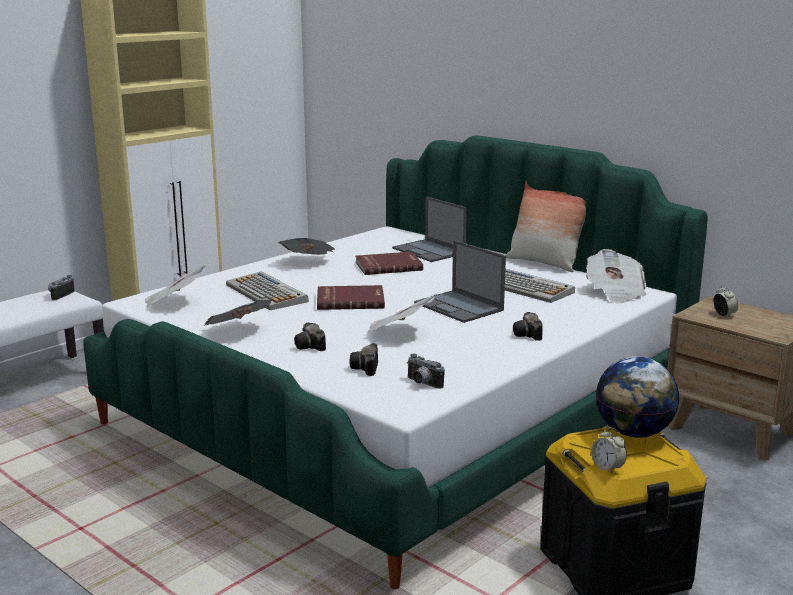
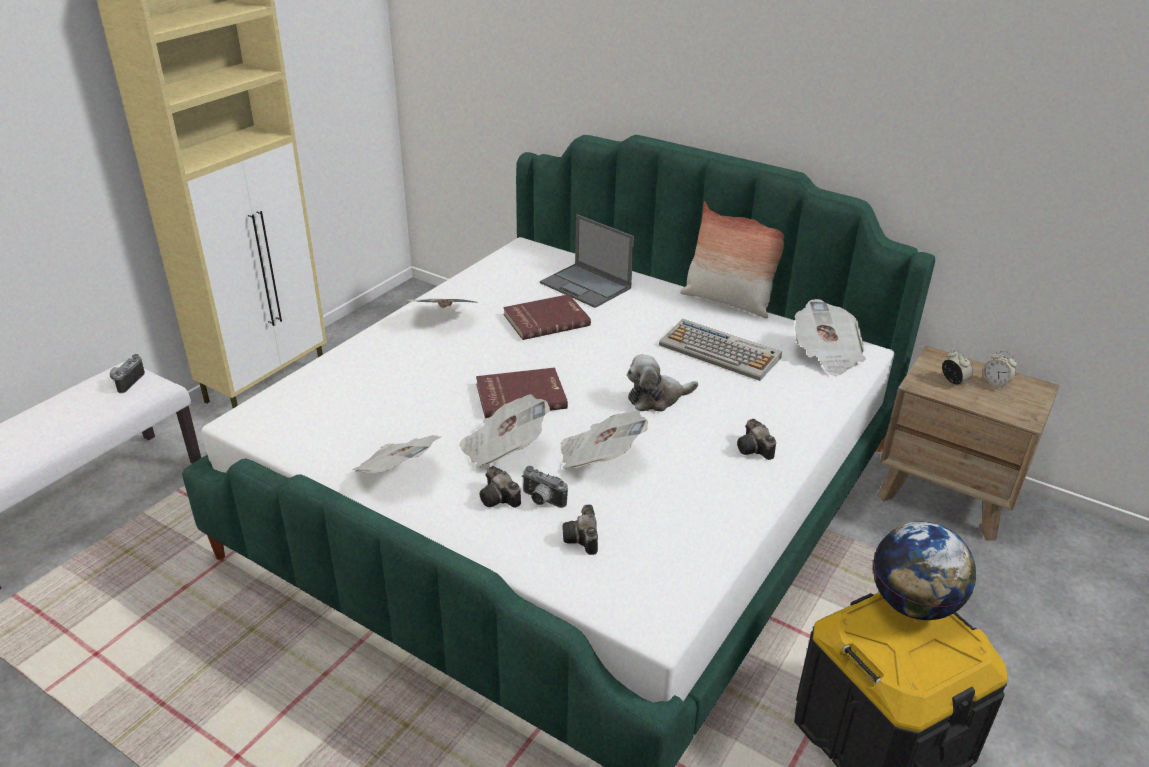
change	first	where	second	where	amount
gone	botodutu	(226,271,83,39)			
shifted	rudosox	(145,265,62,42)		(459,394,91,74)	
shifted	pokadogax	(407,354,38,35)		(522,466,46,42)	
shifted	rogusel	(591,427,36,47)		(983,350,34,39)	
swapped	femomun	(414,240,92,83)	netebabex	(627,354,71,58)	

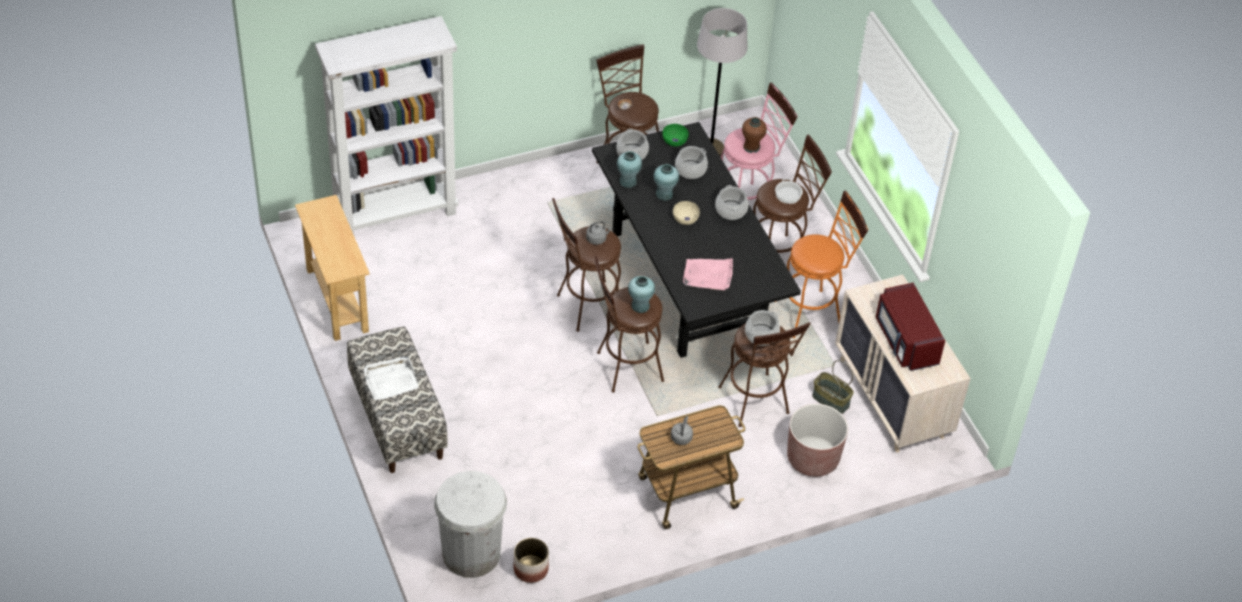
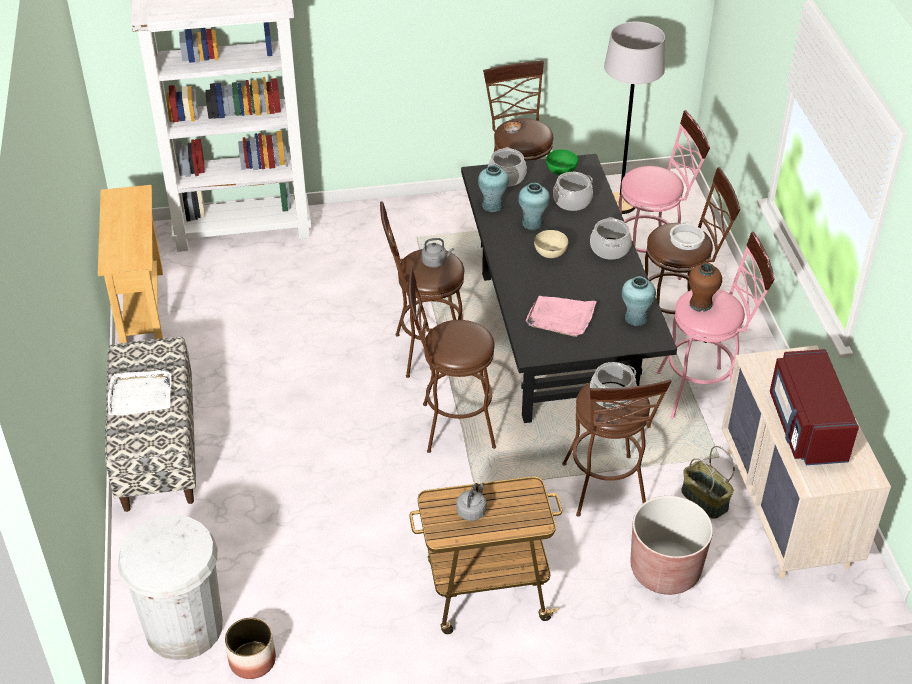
change	first	where	second	where	amount
shifted	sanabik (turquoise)	(628,276,27,37)		(622,276,34,50)	
shifted	sanabik (brown)	(742,117,25,36)		(689,263,33,49)	
repainted	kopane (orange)	(775,190,93,148)	kopane (pink)	(657,232,118,186)	

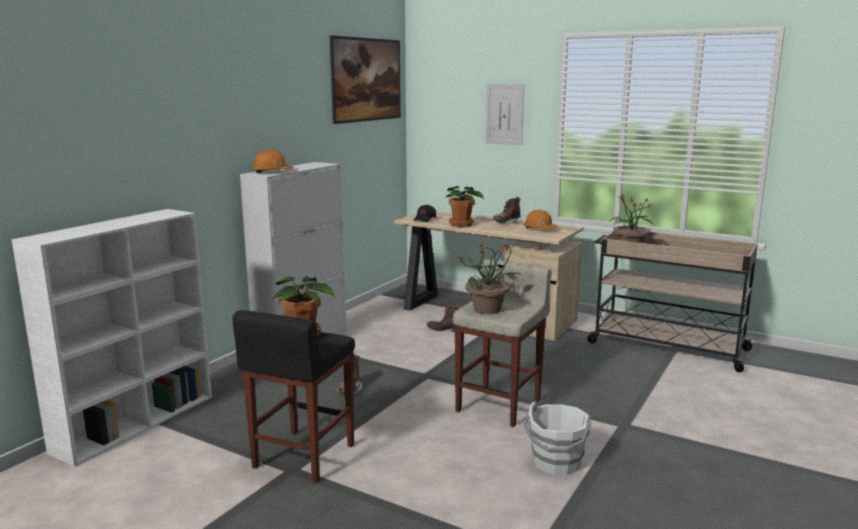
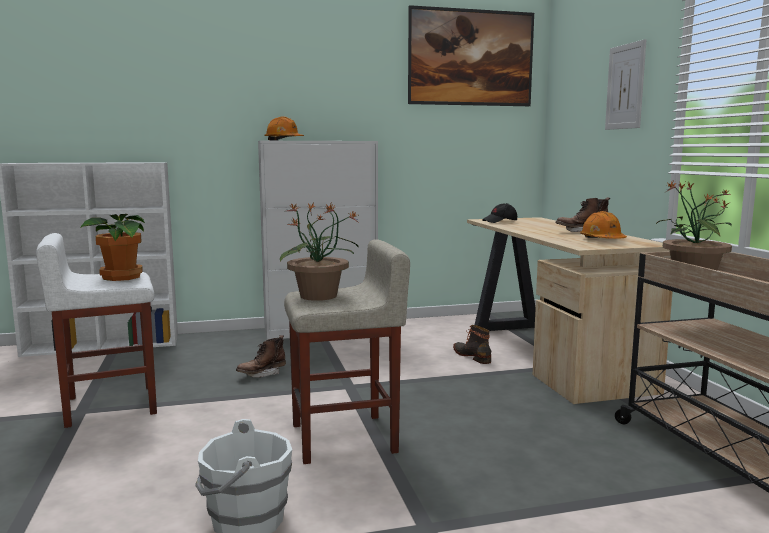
change	first	where	second	where	amount
gone	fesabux	(445,186,39,41)			
repainted	kopane (black)	(232,310,123,173)	kopane (white)	(36,233,121,195)	

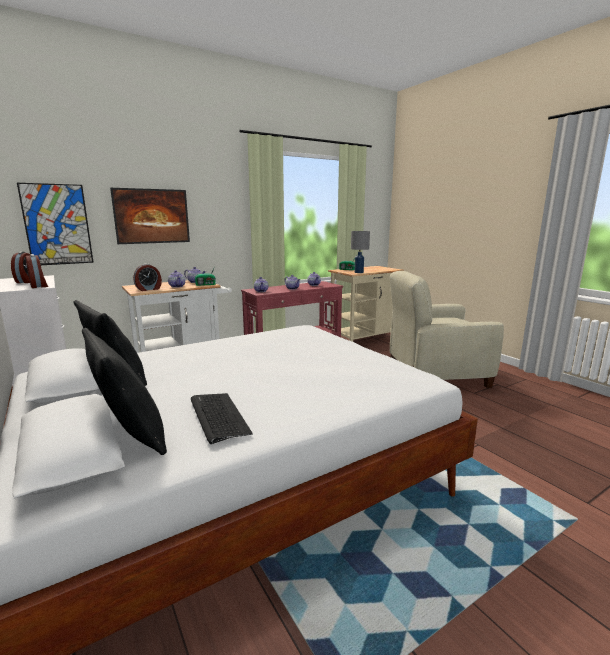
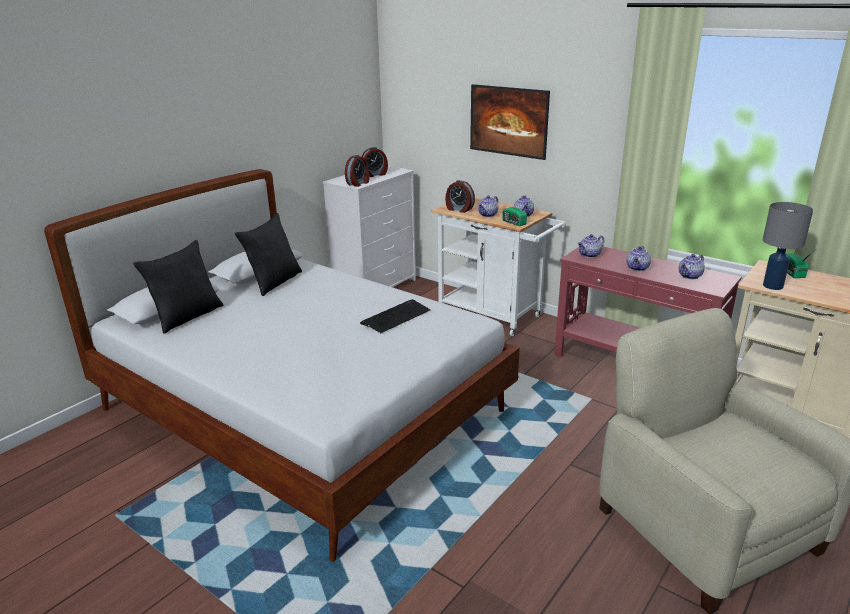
change	first	where	second	where	amount
gone	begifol	(17,183,77,82)			
shifted	botodutu	(191,393,62,51)		(360,299,70,34)	

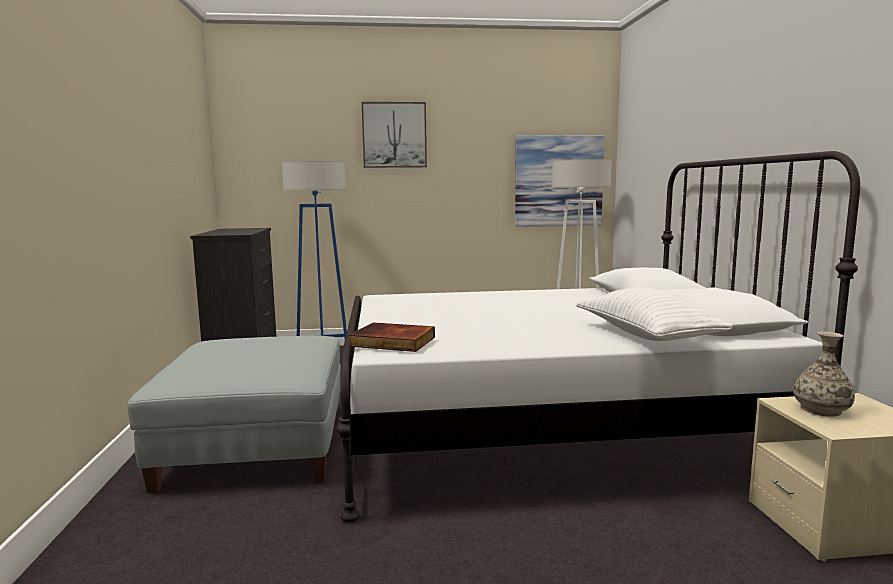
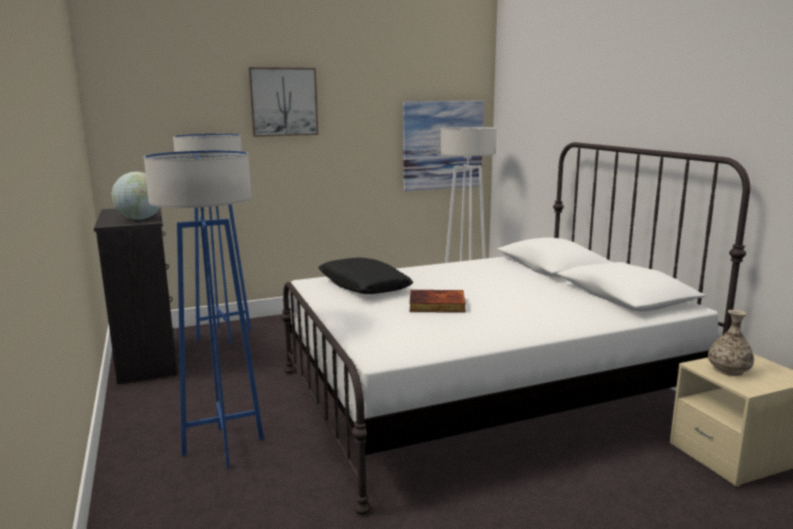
change	first	where	second	where	amount
gone	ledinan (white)	(576,288,157,53)			
new			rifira	(112,172,48,48)	
new			ledinan (black)	(318,258,95,36)	
shifted	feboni	(349,322,86,30)		(409,290,57,23)	
swapped	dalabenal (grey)	(127,335,214,158)	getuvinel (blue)	(144,151,120,317)	

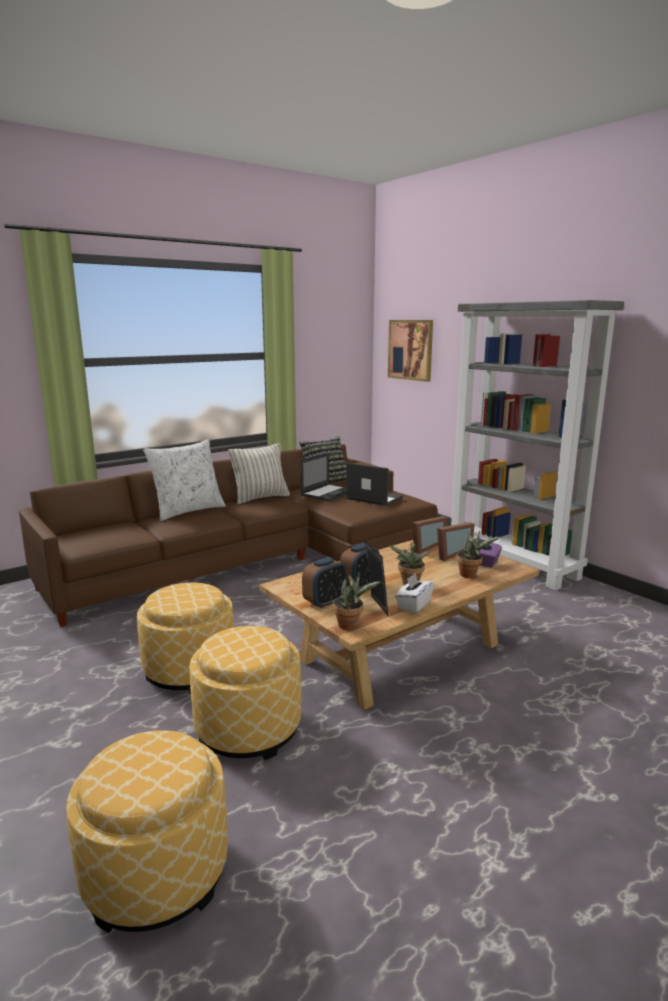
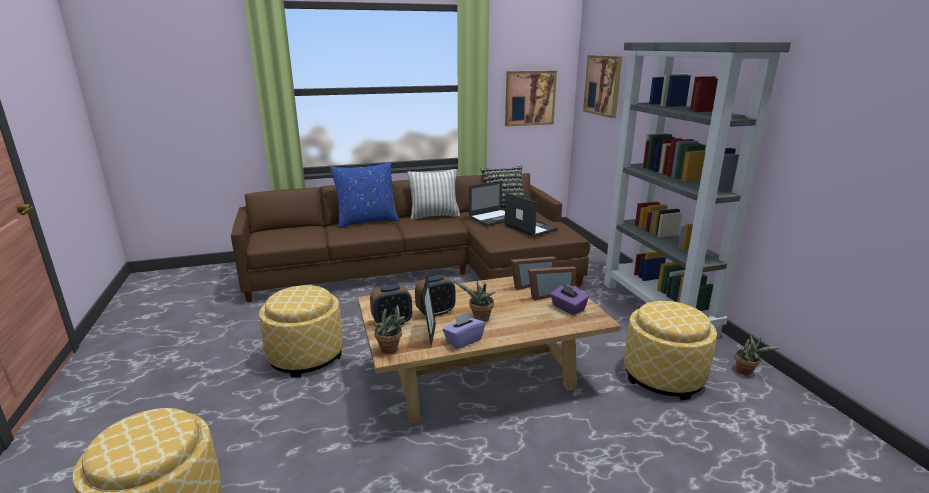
change	first	where	second	where	amount
new			begifol	(505,71,52,56)	
shifted	dalabenal	(189,626,112,134)		(624,301,93,99)	
shifted	fesabux	(456,530,44,48)		(735,335,45,40)	
repainted	ledinan (white)	(143,439,83,82)	ledinan (blue)	(330,162,70,66)	
repainted	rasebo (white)	(395,573,39,40)	rasebo (purple)	(442,312,43,37)	

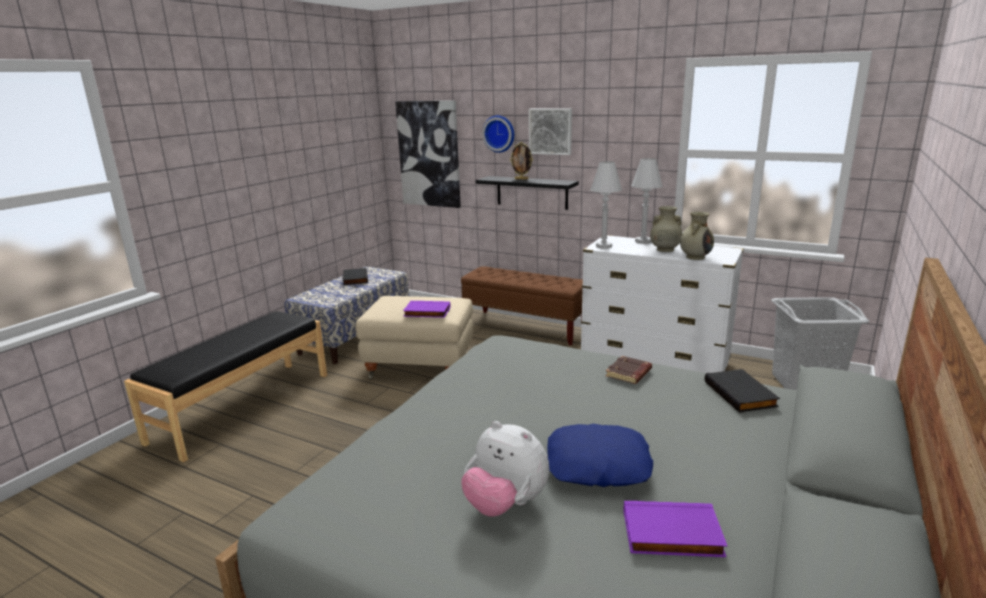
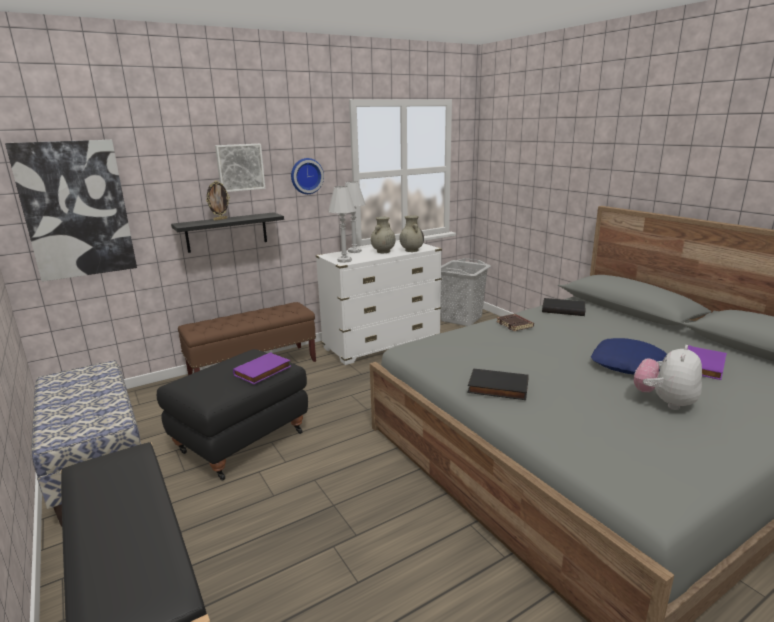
change	first	where	second	where	amount
shifted	feboni (black)	(343,268,25,17)		(467,368,62,32)	
shifted	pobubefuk	(482,115,32,38)		(291,158,33,36)	
repainted	dalabenal (beige)	(355,296,118,83)	dalabenal (black)	(157,349,151,132)	
rotated	netebabex	(461,421,88,96)		(634,345,68,65)	150 degrees clockwise

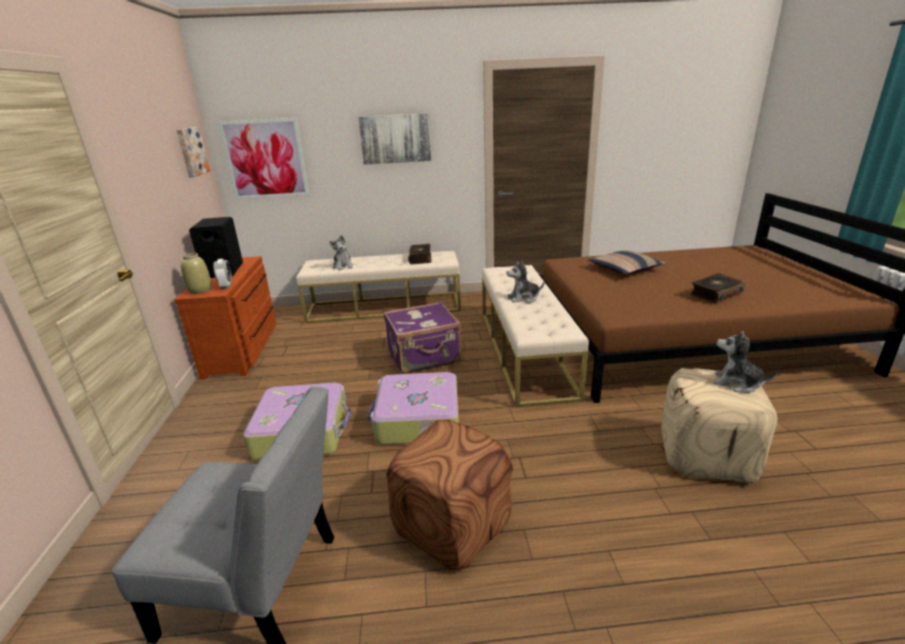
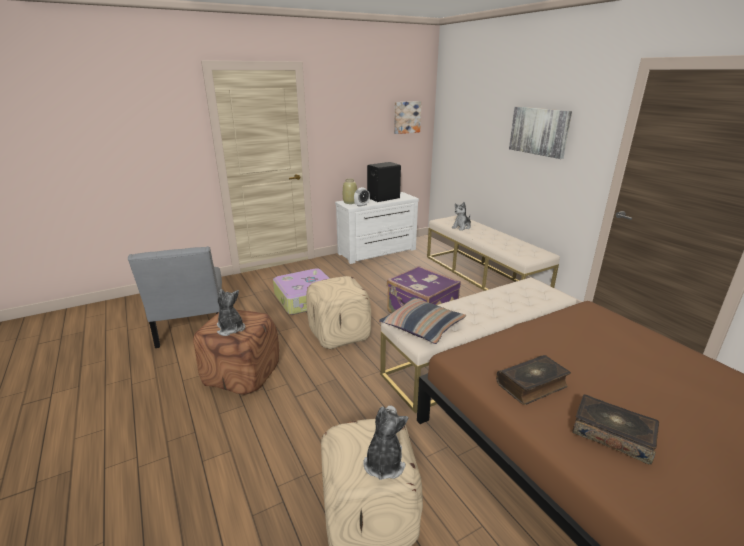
change	first	where	second	where	amount
gone	begifol	(218,118,91,82)			
shifted	feboni	(408,244,23,20)		(496,355,75,50)	
shifted	netebabex	(507,261,38,42)		(217,289,28,47)	
shifted	ledinan	(588,250,78,24)		(379,297,87,47)	
swapped	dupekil	(367,372,92,73)	dalabenal (beige)	(306,276,65,73)	
repainted	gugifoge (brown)	(174,256,103,124)	gugifoge (white)	(335,192,84,72)	

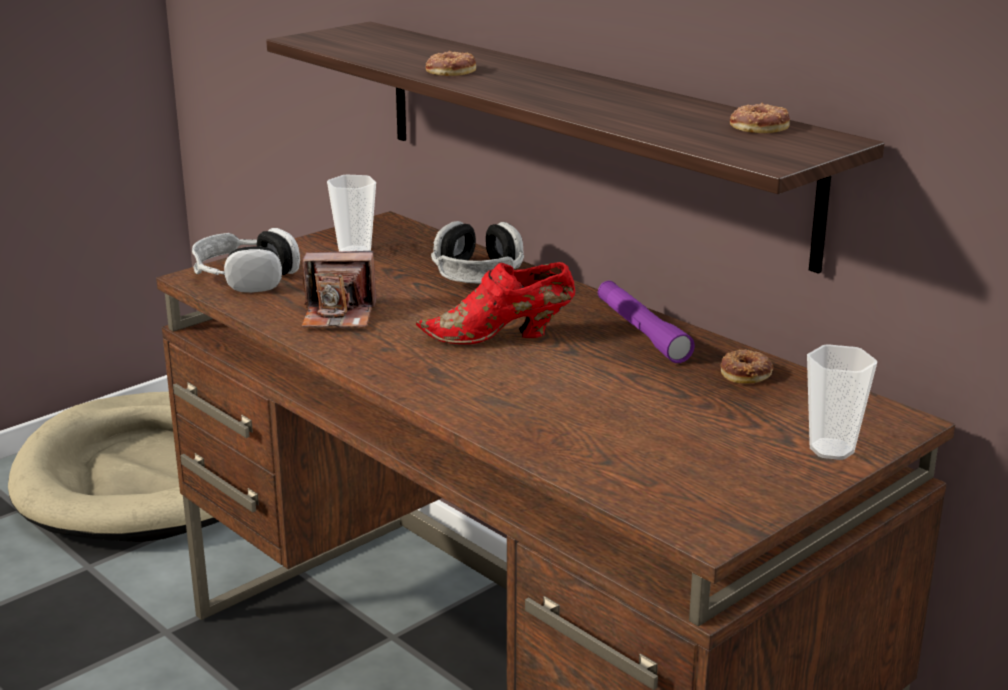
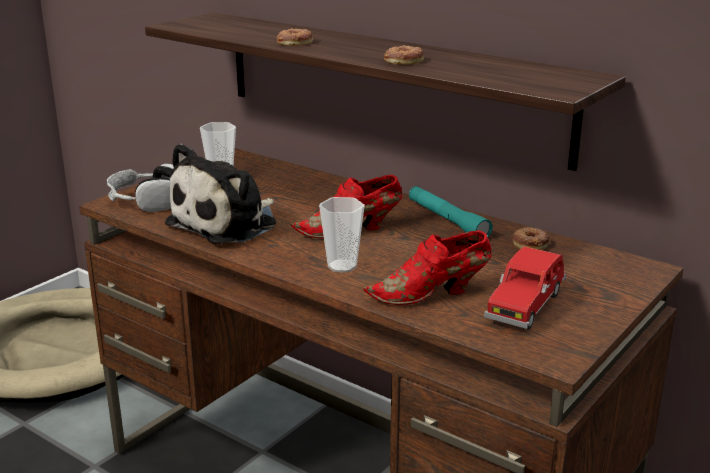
change	first	where	second	where	amount
gone	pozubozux	(431,221,93,63)			
new			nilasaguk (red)	(363,230,128,75)	
new			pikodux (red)	(484,247,82,83)	
shifted	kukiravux	(730,103,60,30)		(384,45,40,20)	
shifted	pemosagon	(807,344,70,116)		(319,197,46,76)	
swapped	pokadogax	(301,251,75,77)	netebabex	(165,143,111,101)	
repainted	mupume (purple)	(598,281,97,82)	mupume (turquoise)	(409,186,84,51)	

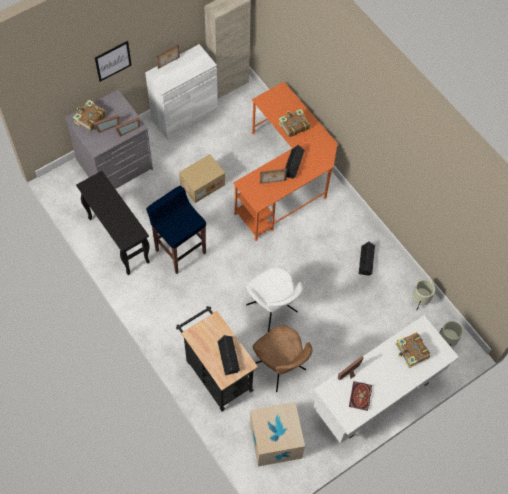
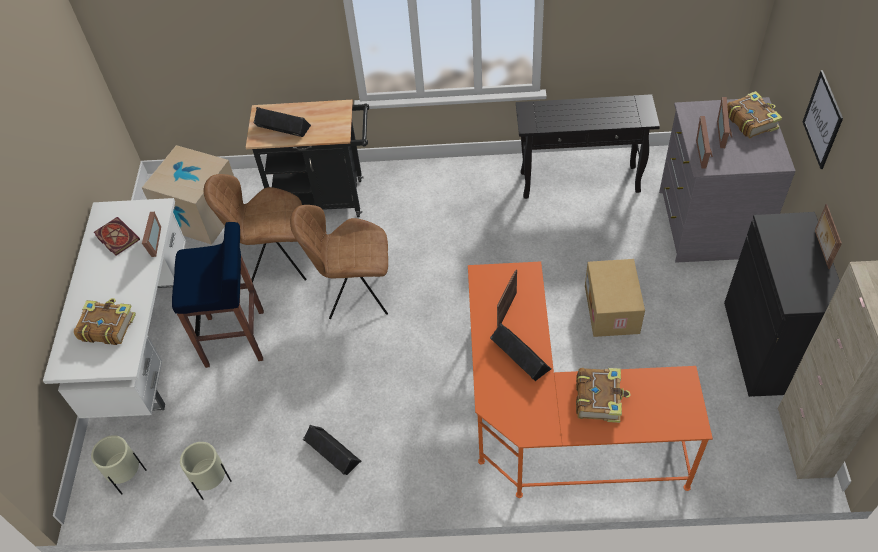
change	first	where	second	where	amount
shifted	kopane (blue)	(146,186,60,88)		(172,222,92,146)	
repainted	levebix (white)	(145,44,73,96)	levebix (black)	(724,212,116,185)	
repainted	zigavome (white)	(246,266,57,66)	zigavome (brown)	(290,205,98,114)	

